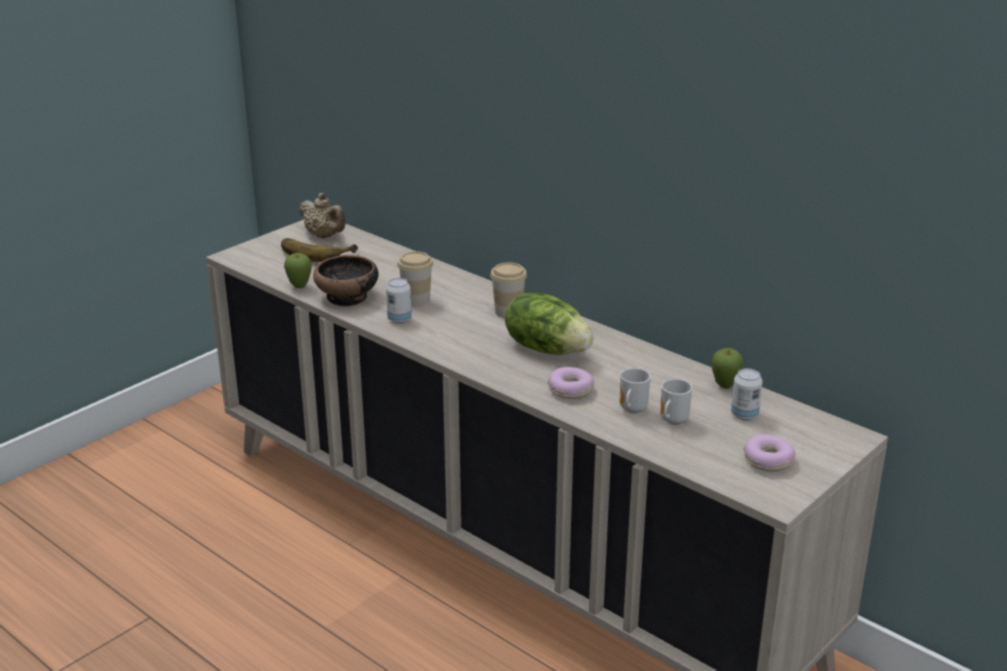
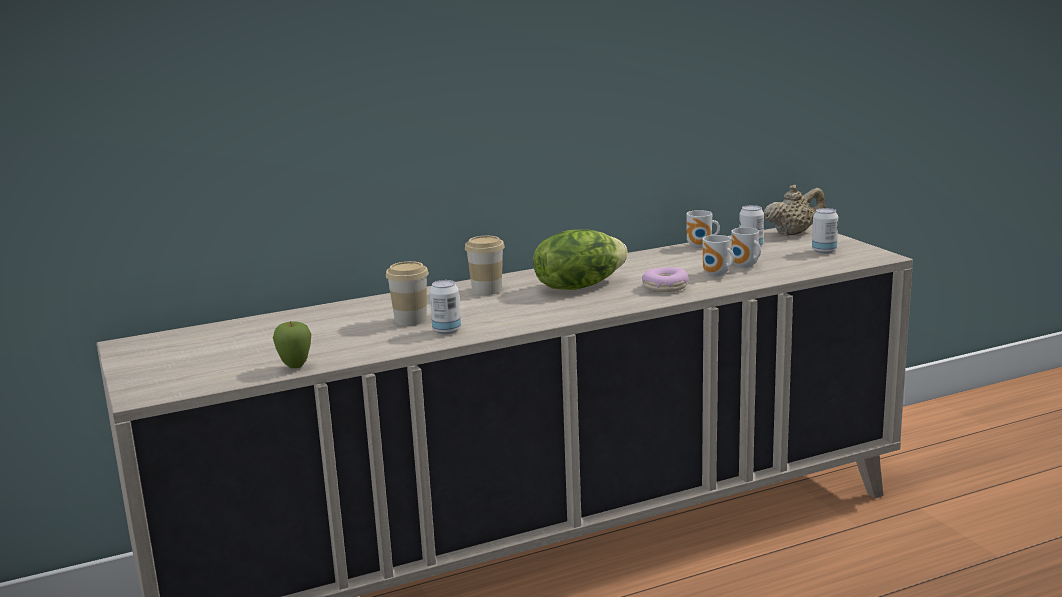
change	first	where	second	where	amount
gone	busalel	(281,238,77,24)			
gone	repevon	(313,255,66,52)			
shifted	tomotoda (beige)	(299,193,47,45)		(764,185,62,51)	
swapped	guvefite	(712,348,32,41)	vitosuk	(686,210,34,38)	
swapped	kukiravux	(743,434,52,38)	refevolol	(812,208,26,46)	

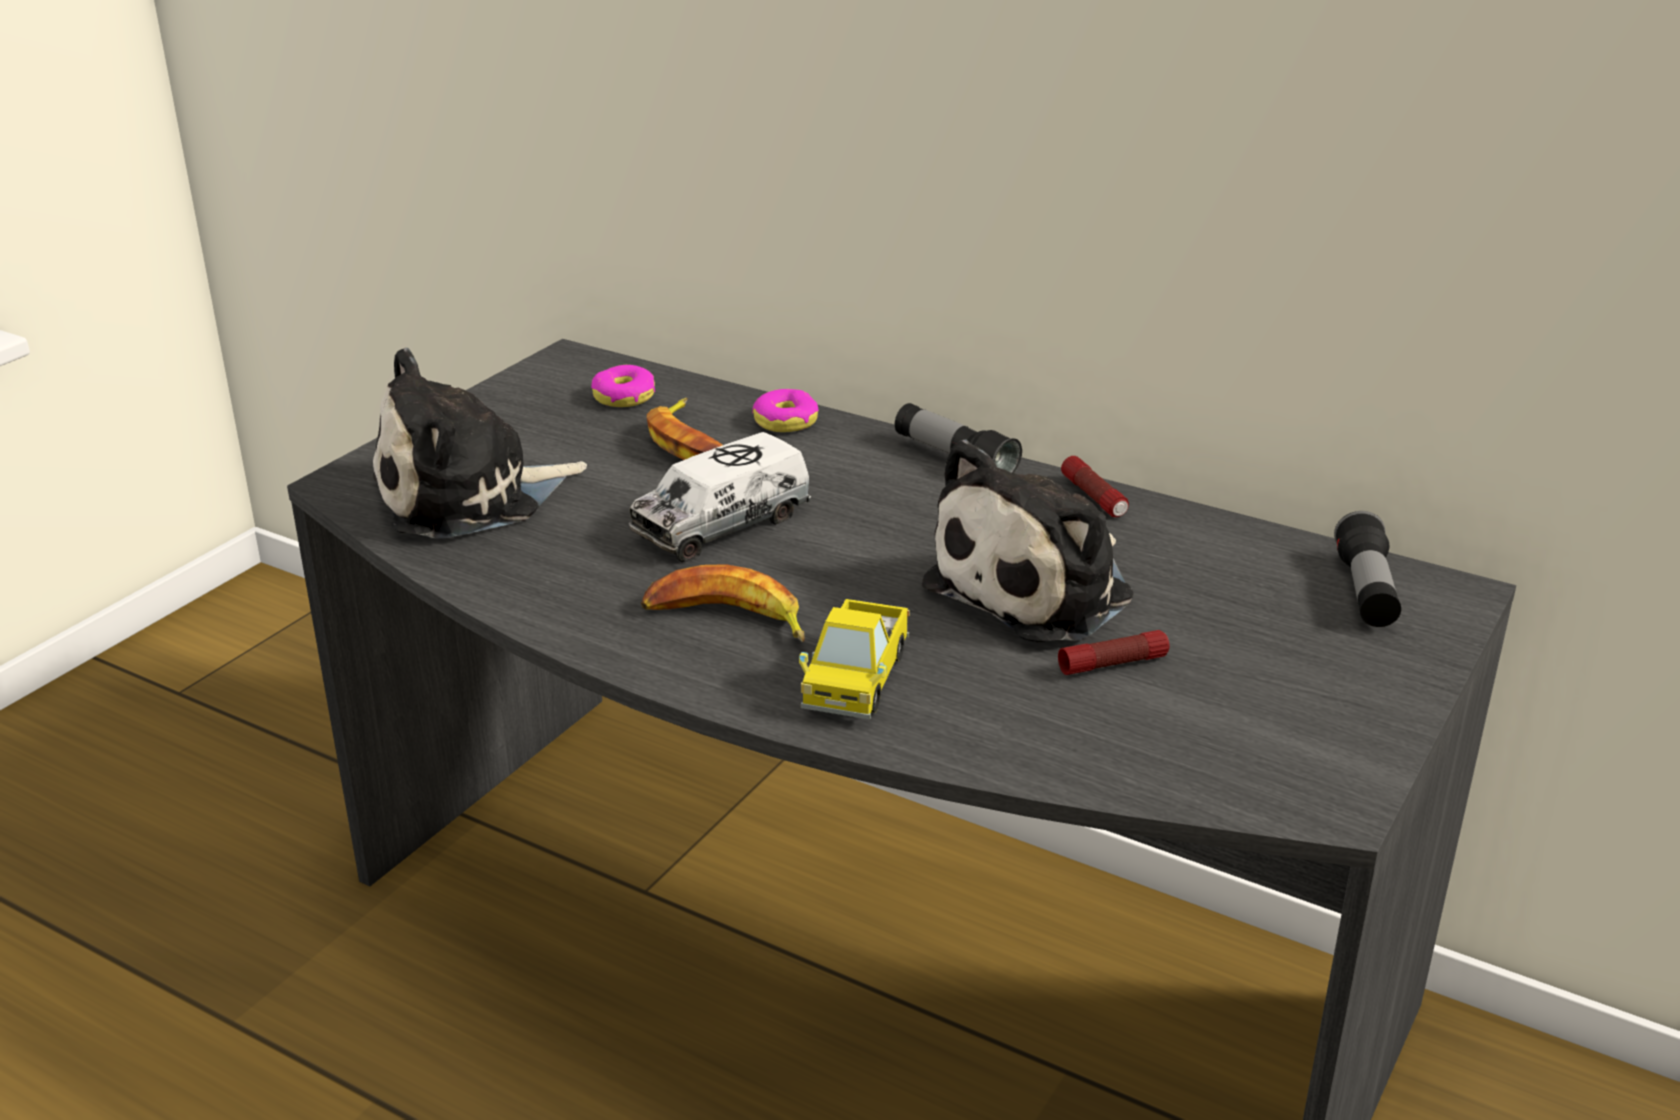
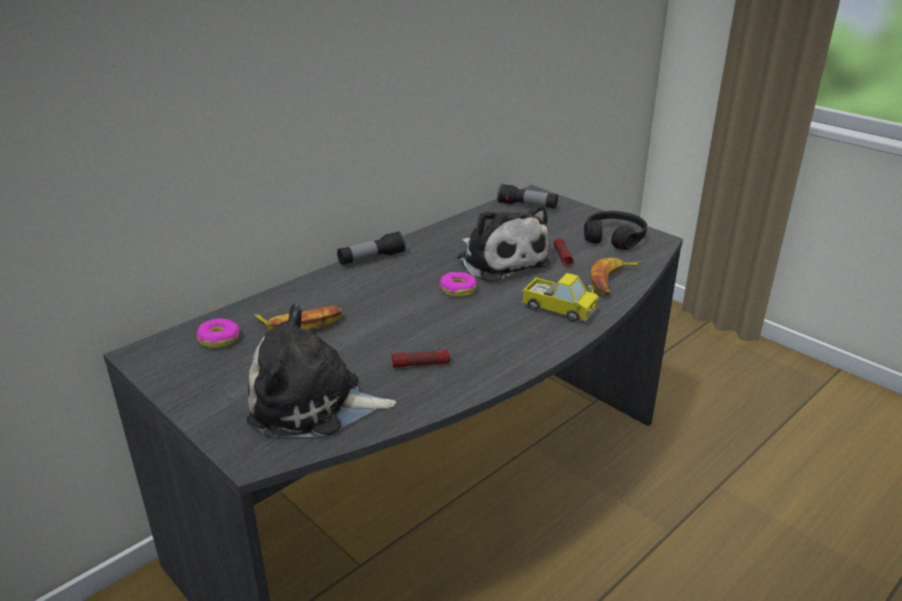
change	first	where	second	where	amount
gone	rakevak	(629,432,182,130)			
new			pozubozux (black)	(584,211,63,39)	
shifted	busalel	(641,564,164,78)		(591,258,52,37)	
shifted	kukiravux	(752,389,67,43)		(439,272,37,25)	
shifted	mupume	(1061,456,68,61)		(392,350,58,18)	
rotated	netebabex	(373,348,214,191)		(247,304,149,133)	105 degrees clockwise

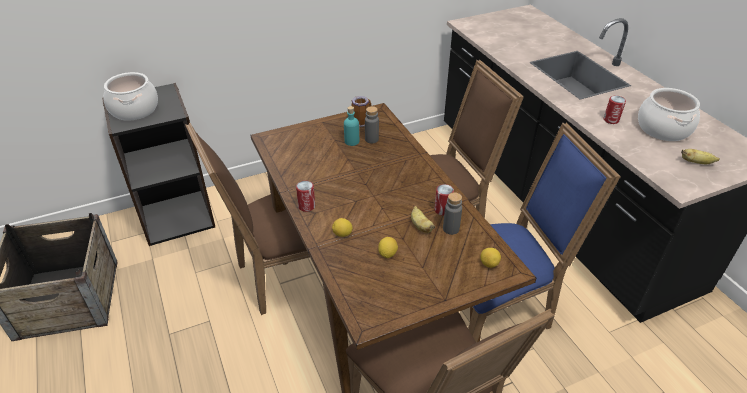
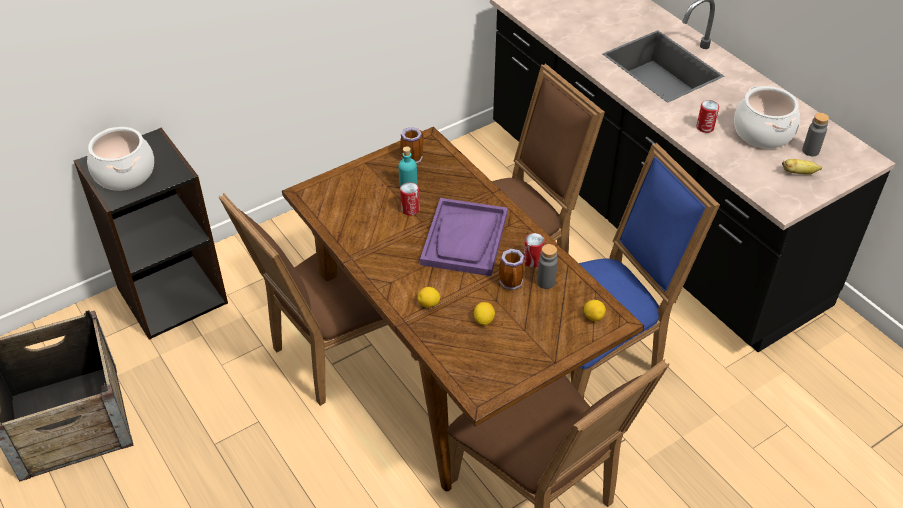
change	first	where	second	where	amount
new			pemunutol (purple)	(420,198,88,78)	
shifted	refevolol	(296,181,19,31)		(400,182,20,34)	
shifted	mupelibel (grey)	(365,106,14,37)		(802,113,27,43)	
swapped	busalel	(411,206,24,27)	vitosuk	(499,249,26,41)	

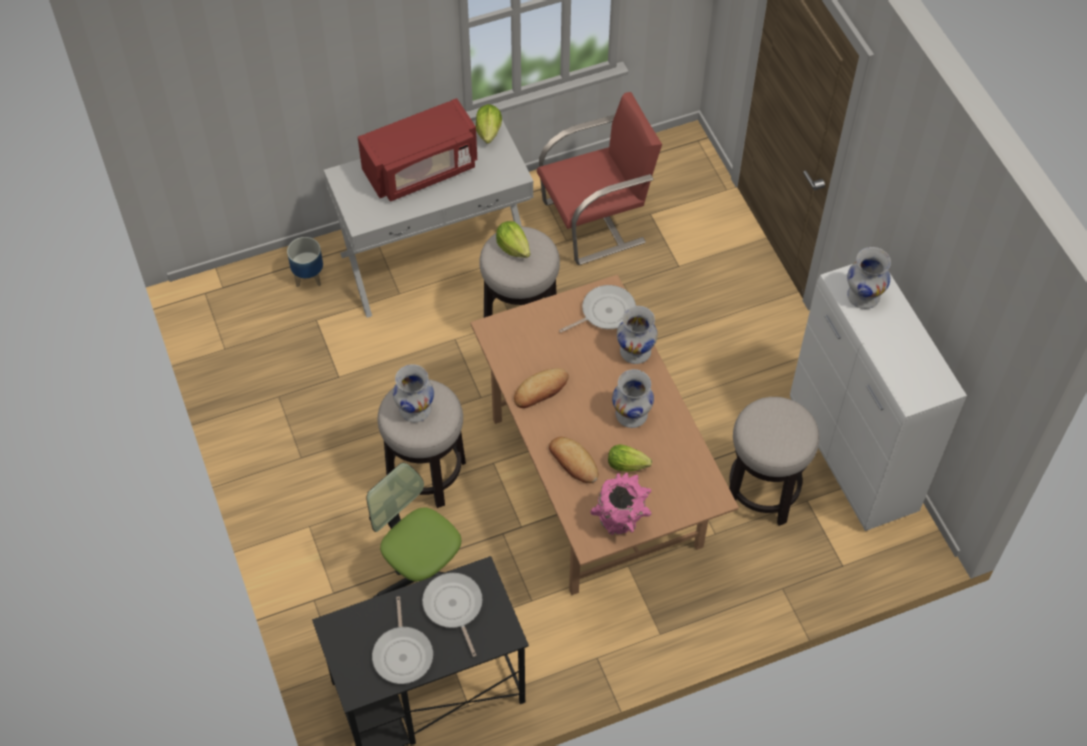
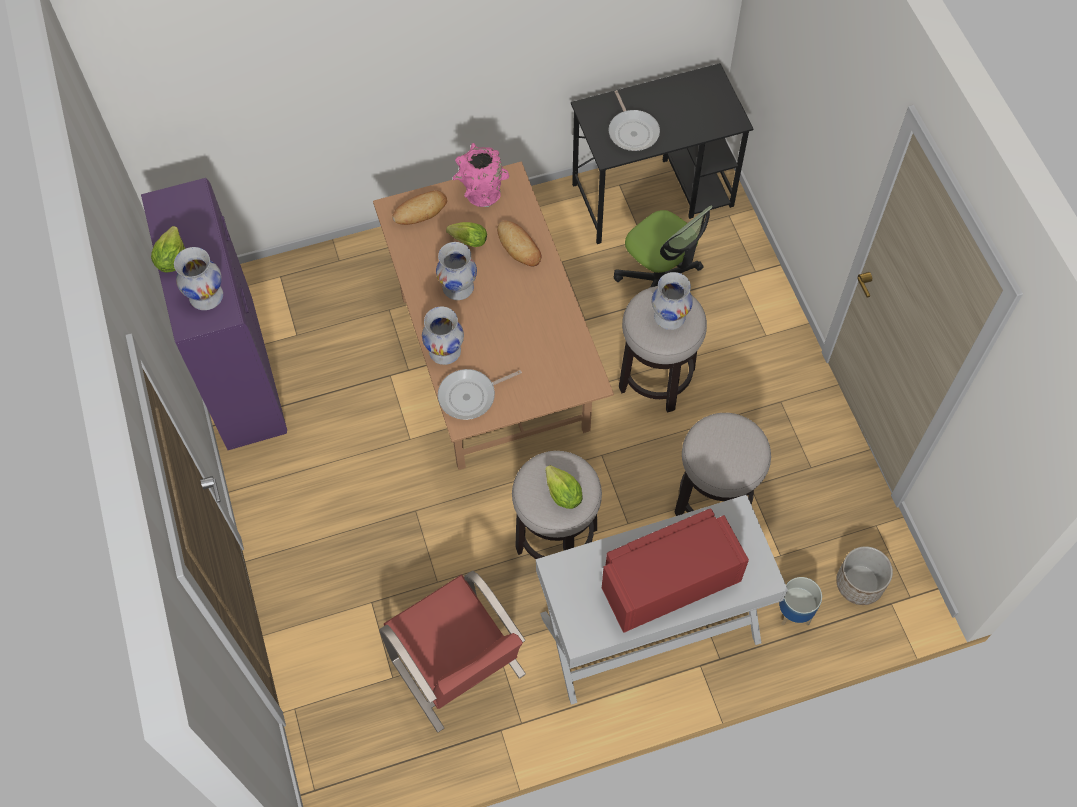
change	first	where	second	where	amount
gone	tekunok	(372,596,61,88)			
new			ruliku	(836,546,57,59)	
shifted	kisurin	(476,104,26,40)		(151,226,34,46)	
shifted	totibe	(514,368,55,40)		(392,190,55,35)	
shifted	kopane	(729,397,90,129)		(674,413,97,103)	
repainted	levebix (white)	(790,264,177,267)	levebix (purple)	(141,178,146,272)	
rotated	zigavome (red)	(537,92,125,173)		(379,571,147,161)	105 degrees counterclockwise

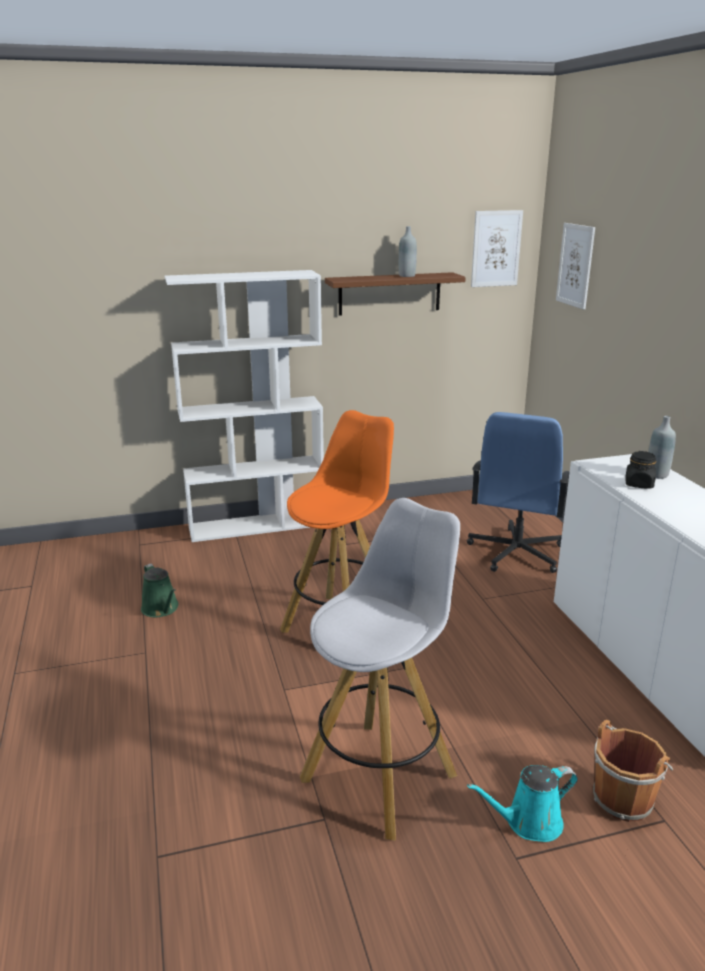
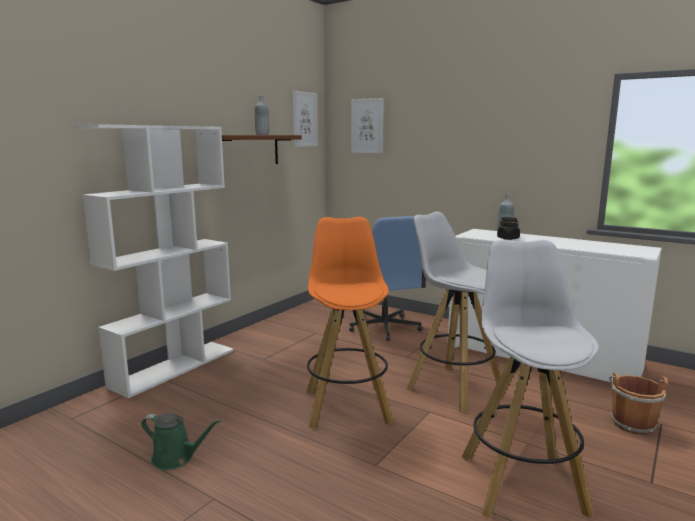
change	first	where	second	where	amount
gone	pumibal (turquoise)	(467,765,111,77)			
new			kopane (white)	(406,211,94,202)	

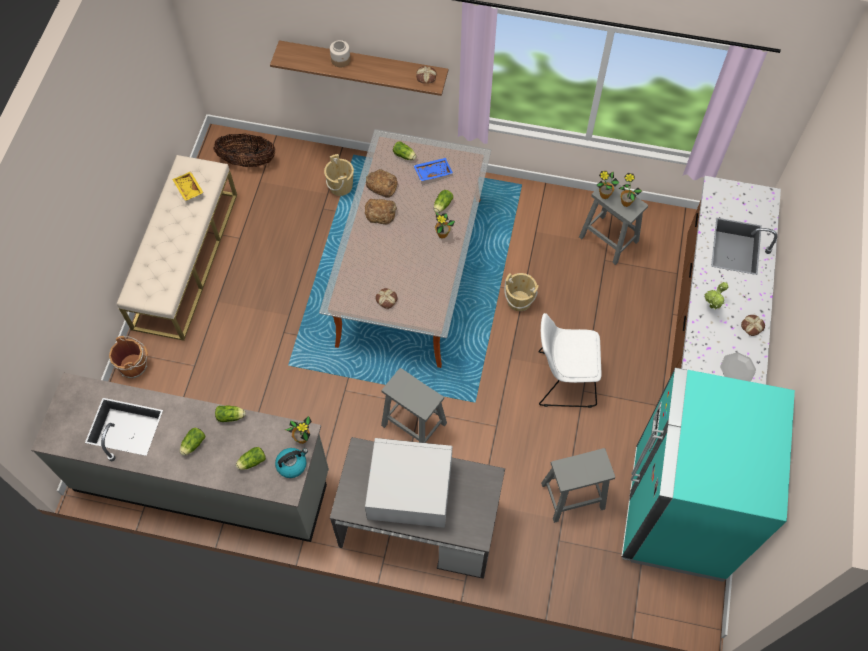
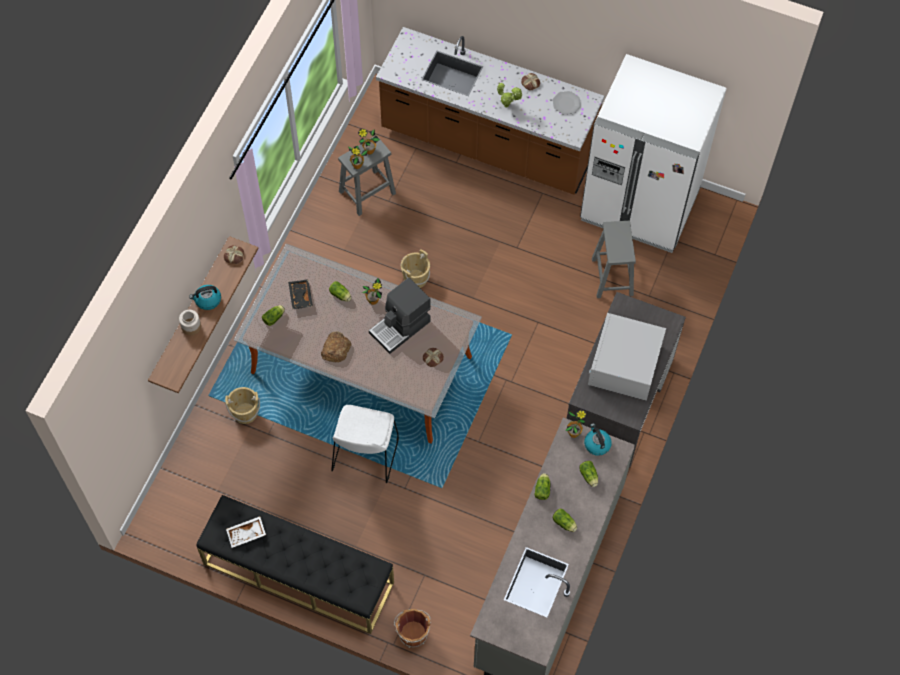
change	first	where	second	where	amount
gone	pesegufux	(213,134,63,33)			
gone	totibe	(366,169,31,29)			
gone	kopane (grey)	(381,368,66,75)			
new			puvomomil	(189,285,32,25)	
new			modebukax	(369,278,62,76)	
shifted	zigavome (white)	(538,313,63,95)		(331,405,68,78)	
repainted	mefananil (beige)	(117,155,120,186)	mefananil (black)	(196,495,198,139)	
repainted	pemunutol (yellow)	(172,171,32,30)	pemunutol (white)	(226,516,40,32)	
repainted	pemunutol (blue)	(414,158,39,23)	pemunutol (black)	(288,279,25,30)	
repainted	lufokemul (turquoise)	(621,368,174,214)	lufokemul (white)	(580,54,147,199)	

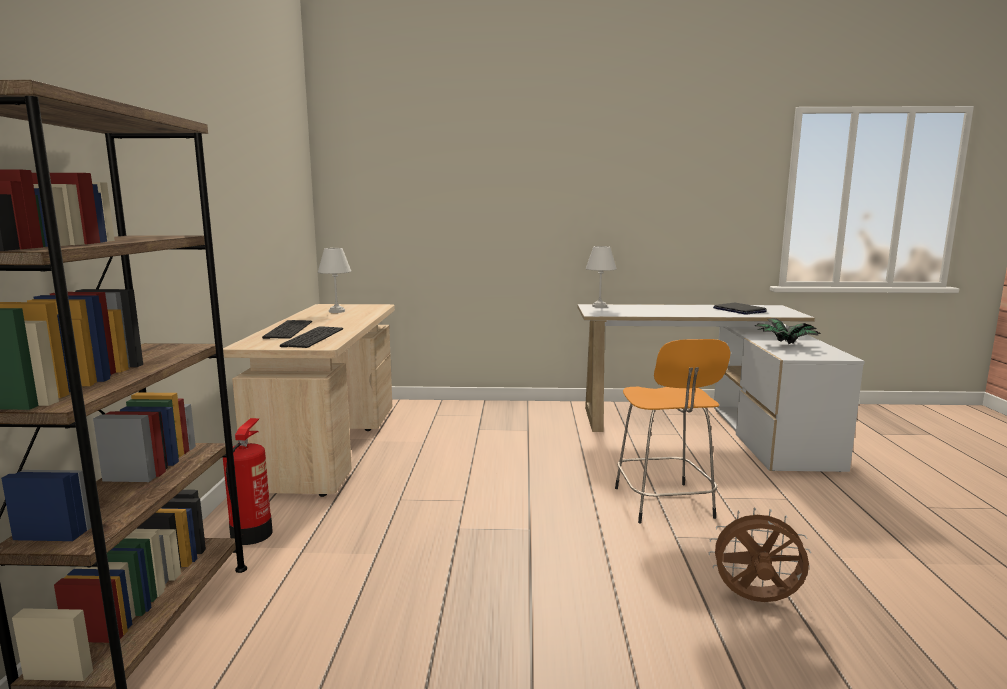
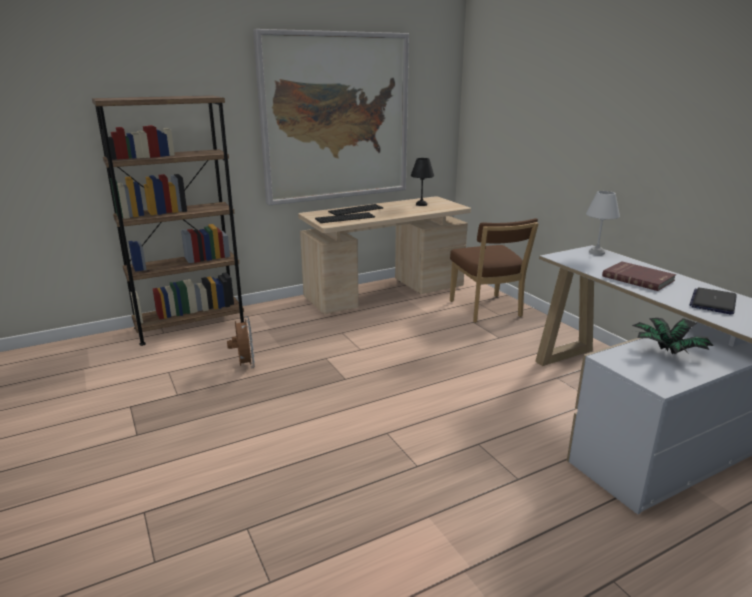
change	first	where	second	where	amount
gone	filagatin	(223,418,50,127)			
gone	kopane (orange)	(615,339,115,184)			
new			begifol	(253,29,156,176)	
new			zigavome (brown)	(450,218,89,105)	
new			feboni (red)	(602,262,74,29)	
shifted	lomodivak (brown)	(709,507,102,95)		(227,316,28,52)	
repainted	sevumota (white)	(318,248,33,65)	sevumota (black)	(411,158,23,48)	

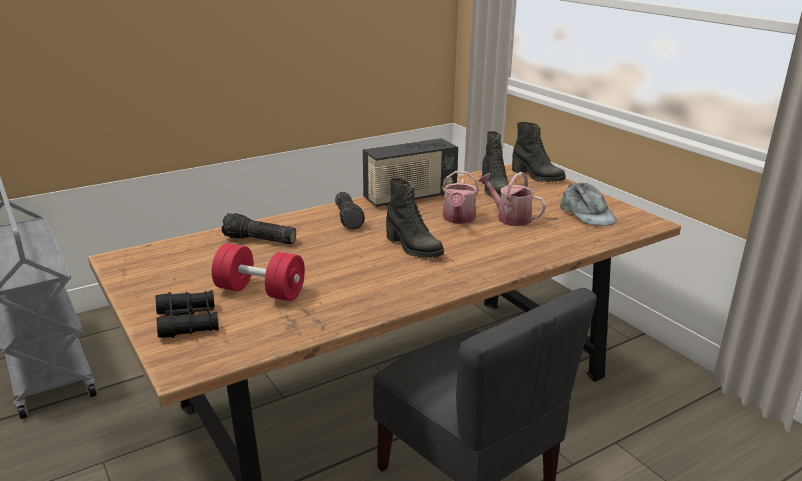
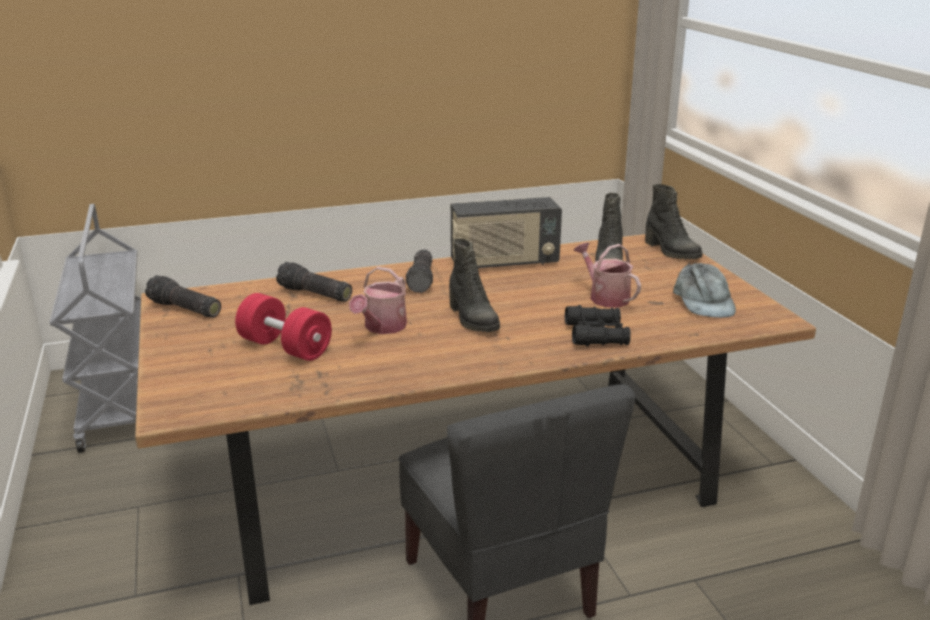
change	first	where	second	where	amount
new			mupume	(145,275,76,43)	
shifted	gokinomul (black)	(155,290,64,48)		(565,305,66,41)	
shifted	pumibal	(442,171,37,53)		(349,267,58,67)	

